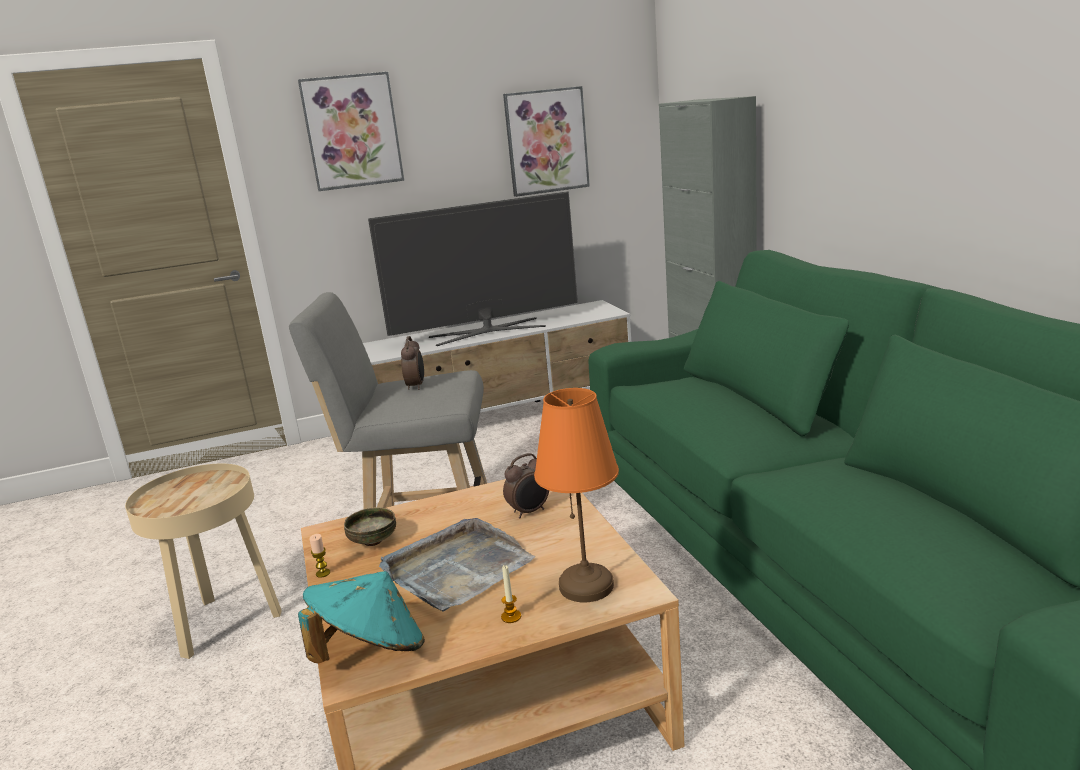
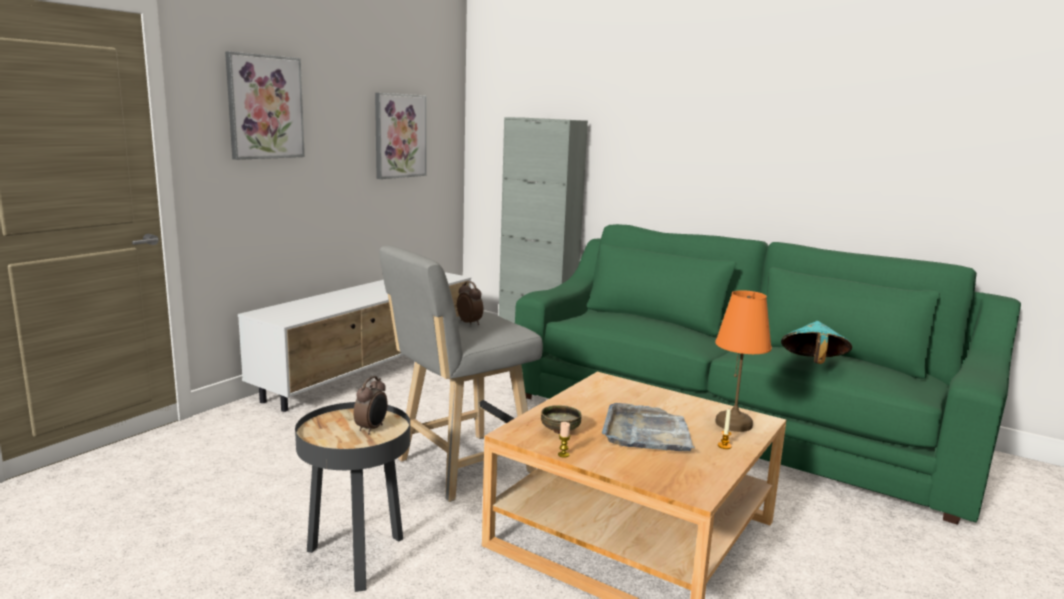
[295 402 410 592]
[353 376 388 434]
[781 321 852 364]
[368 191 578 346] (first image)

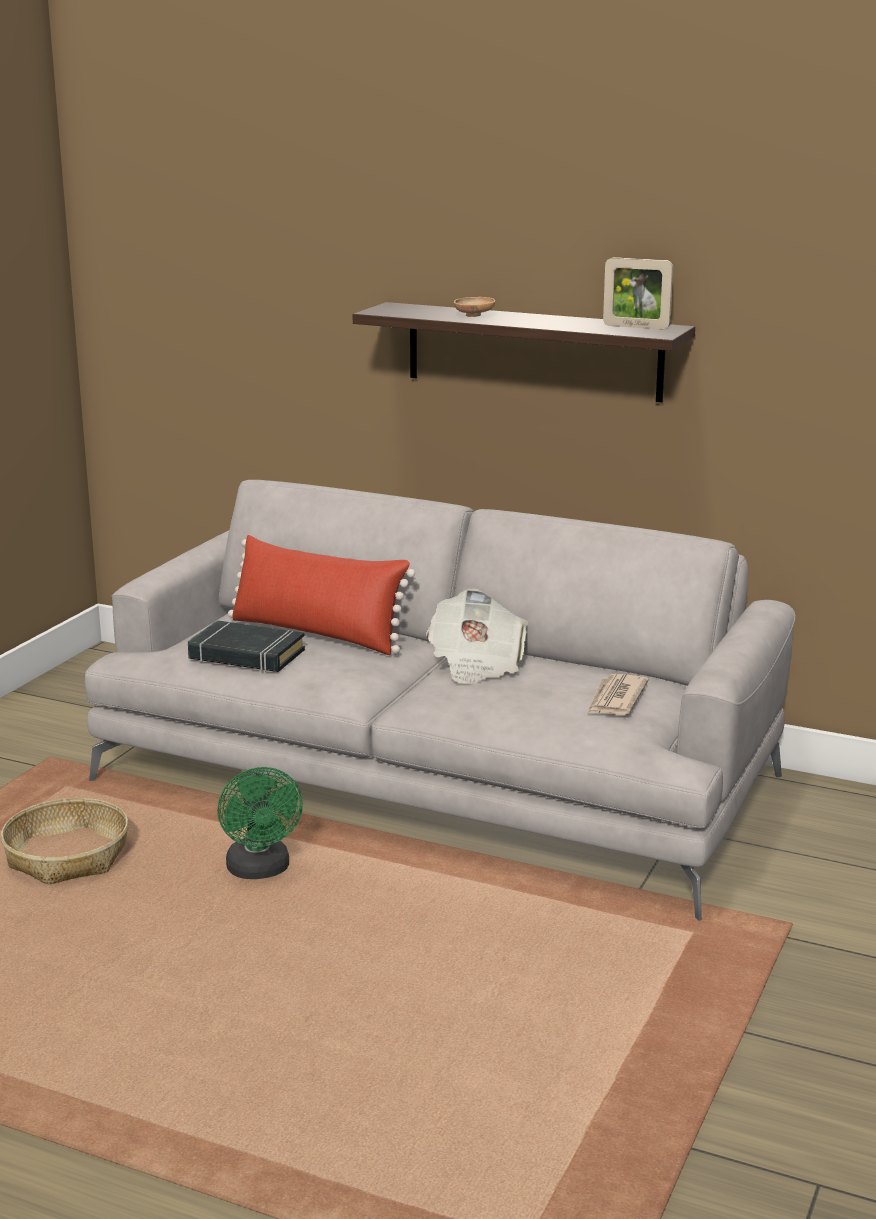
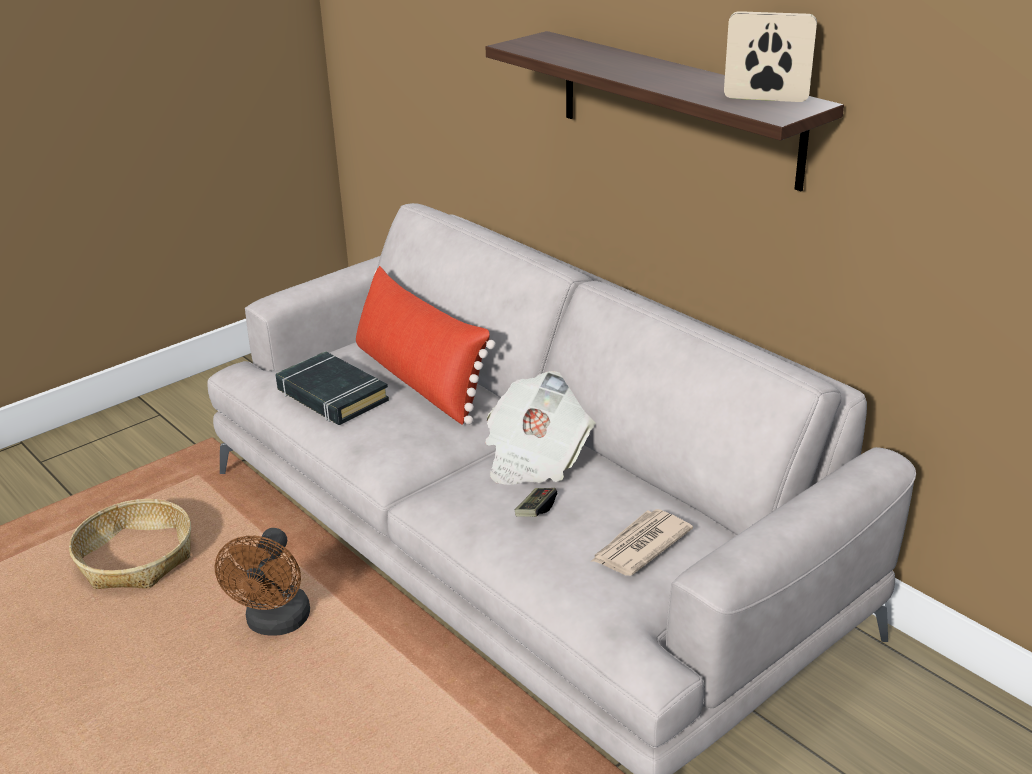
[214 528 310 636]
[515 488 557 517]
[724 11 817 102]
[454 297 496 317] (first image)

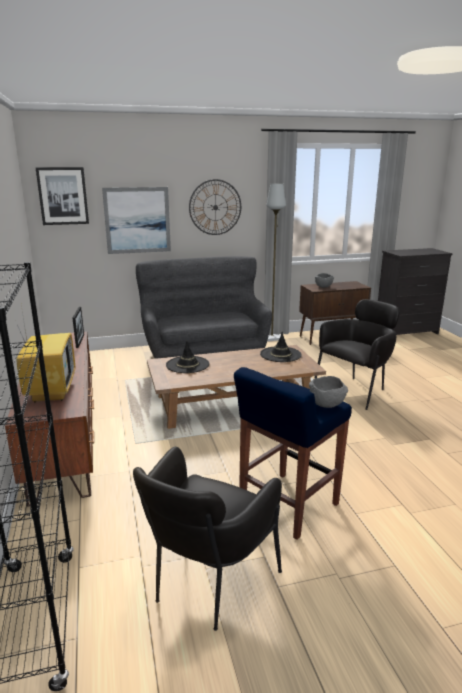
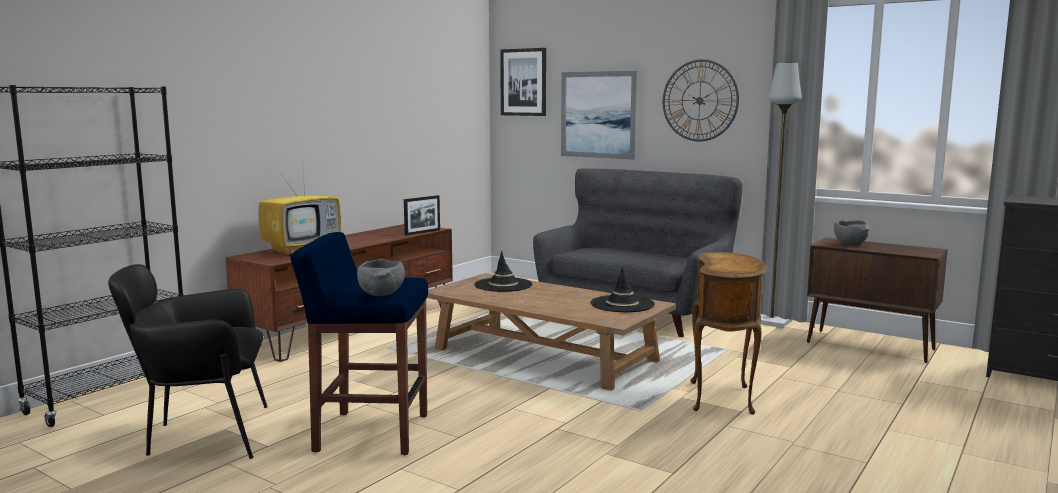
[690 252 767 414]

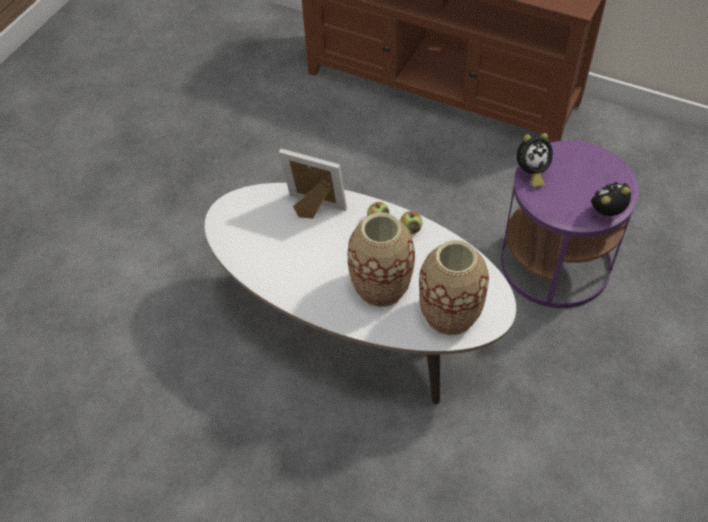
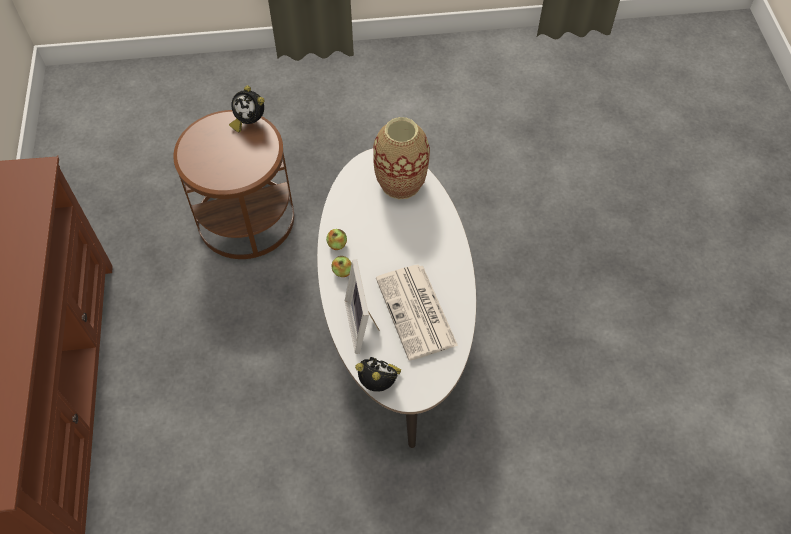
[173 110 294 259]
[355 357 401 392]
[376 265 458 361]
[348 212 415 307] (first image)

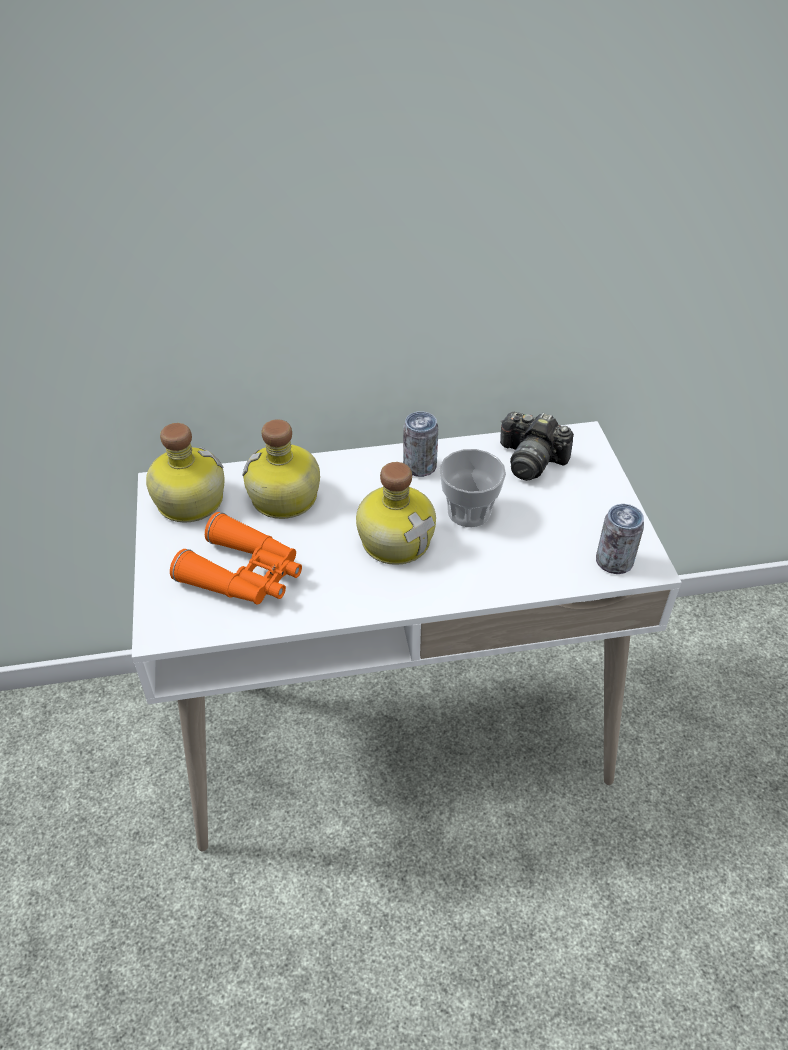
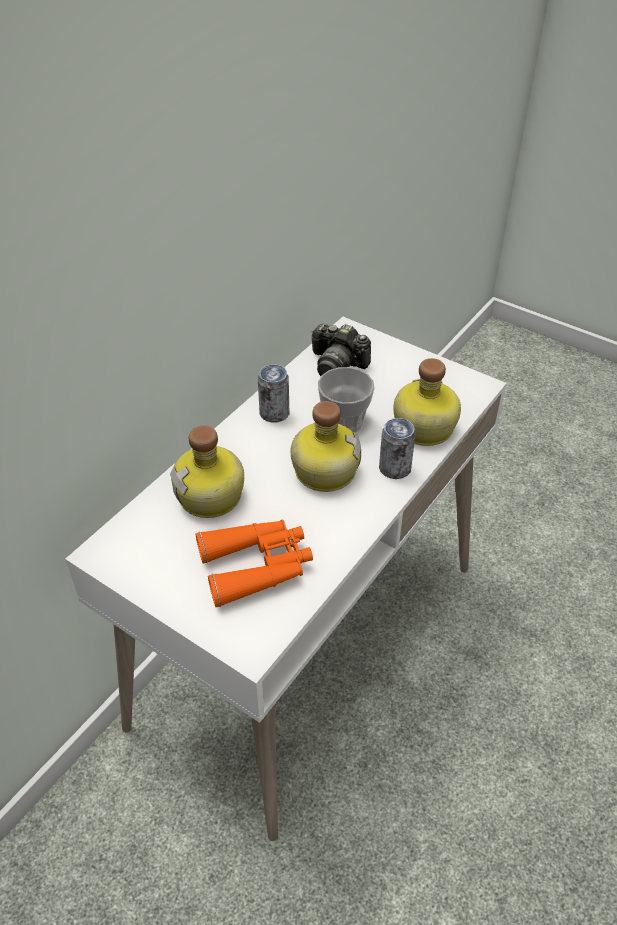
[311 323 371 376]
[379 418 416 479]
[393 358 461 446]

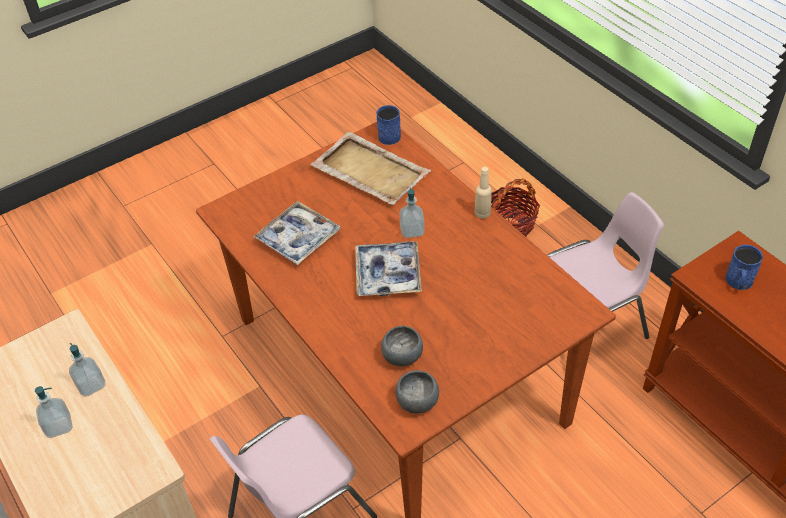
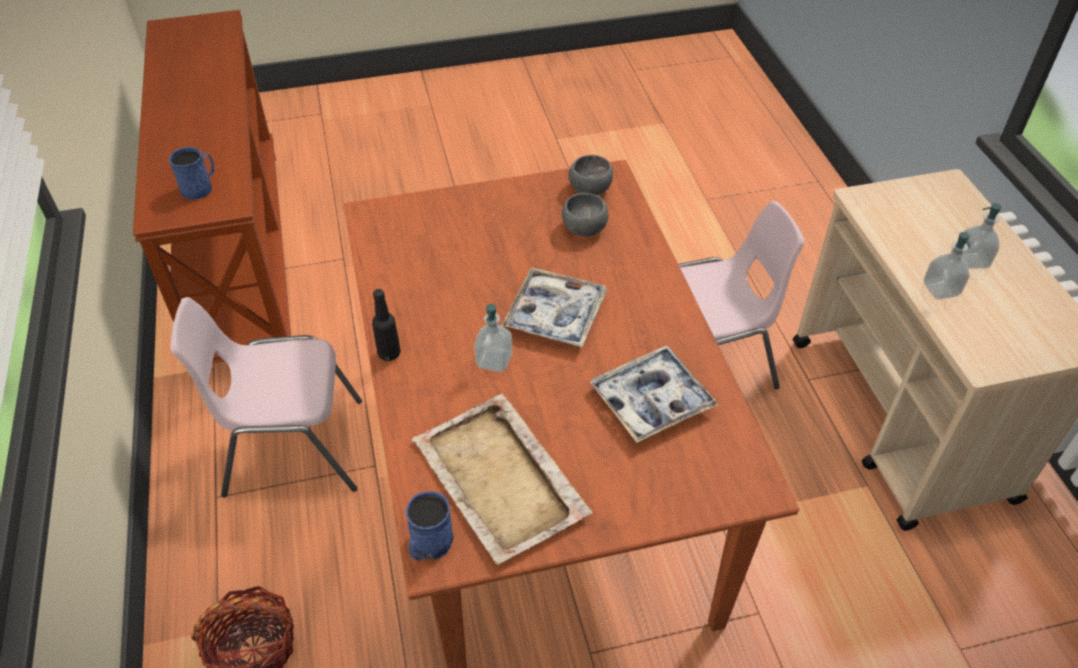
[372 289 401 361]

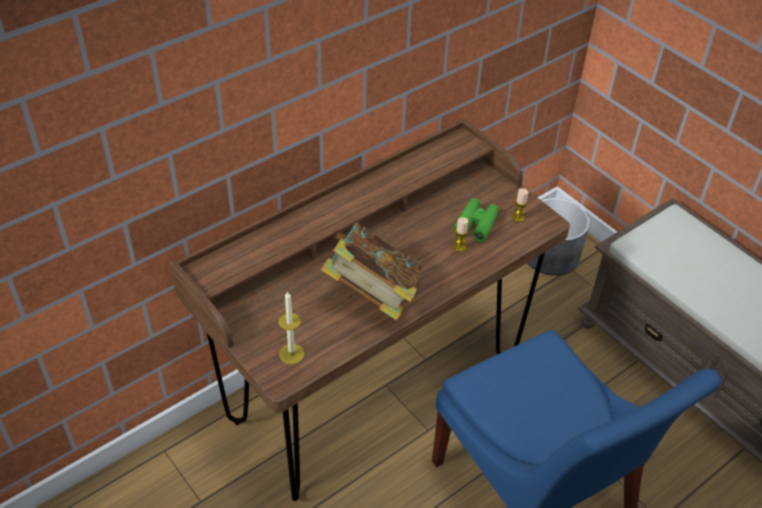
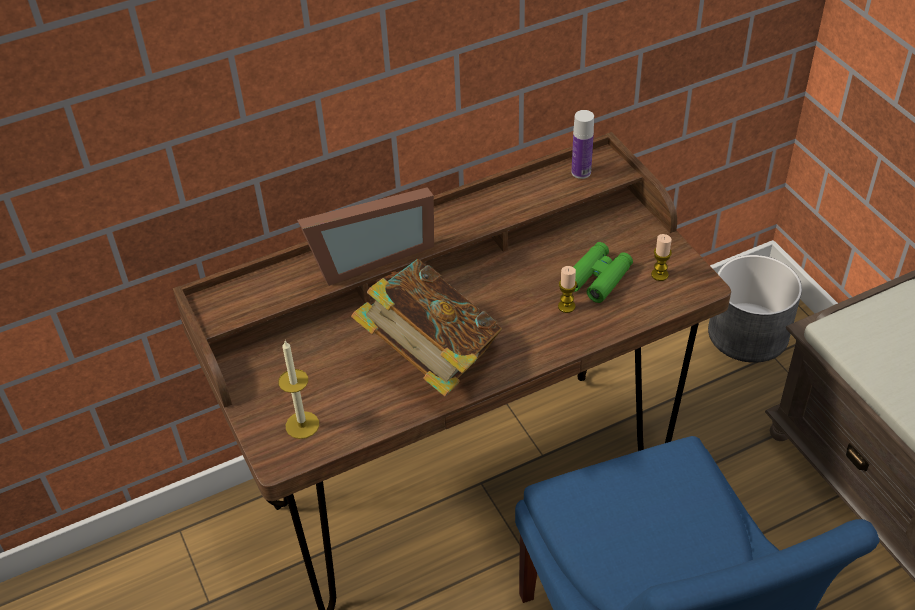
[297 187 434 286]
[572 110 594 179]

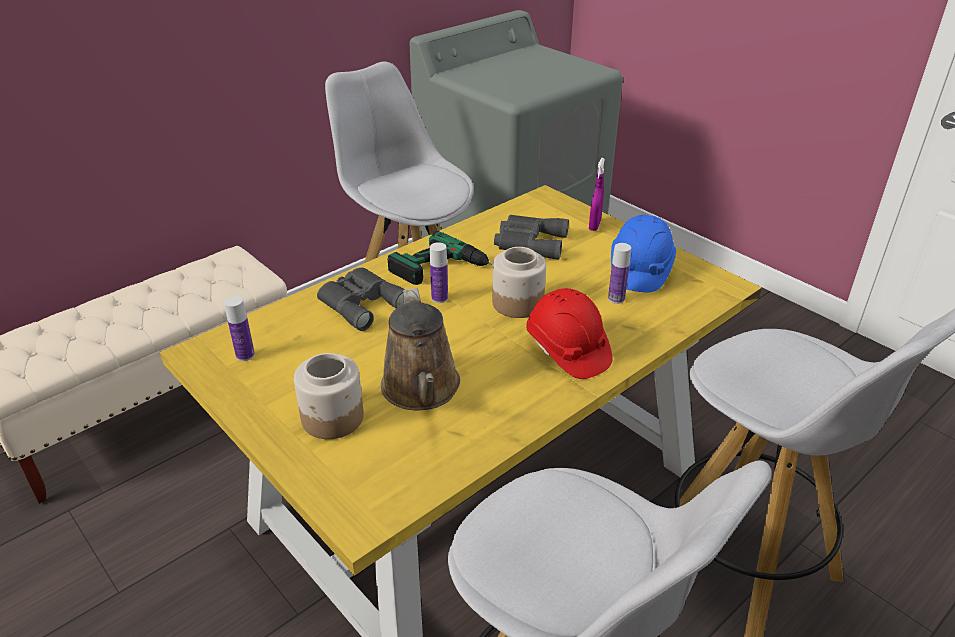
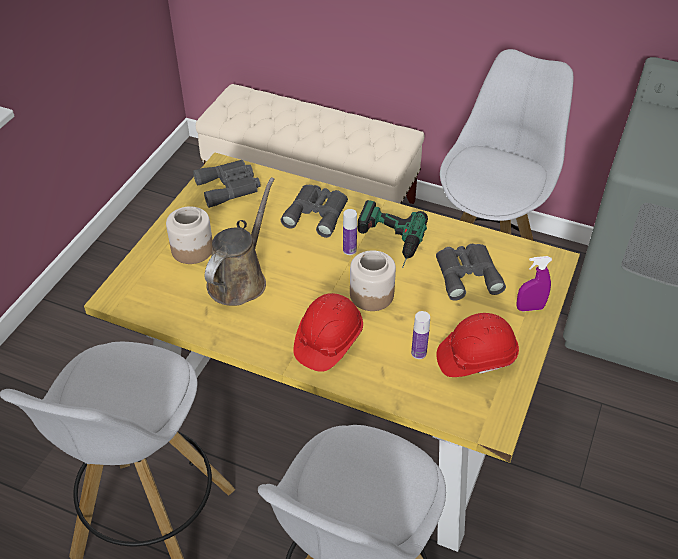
[193 160 261 208]
[205 177 274 306]
[436 313 519 377]

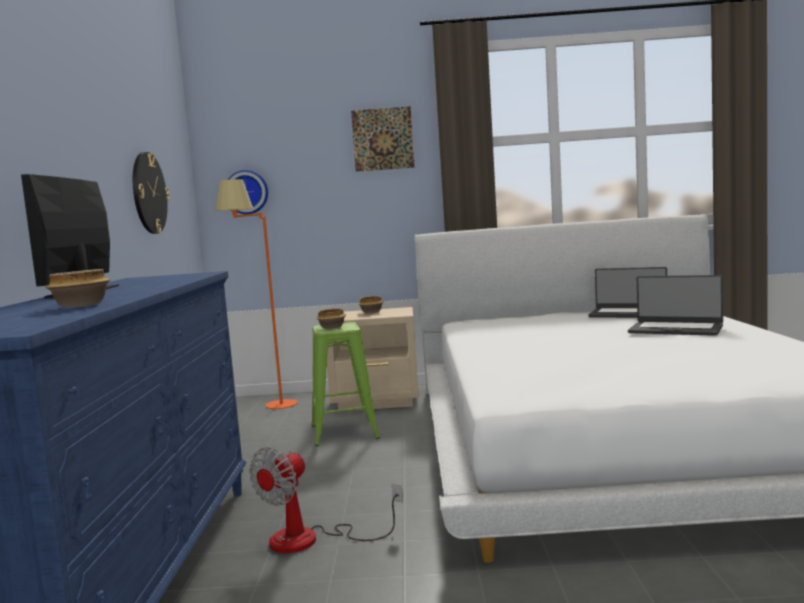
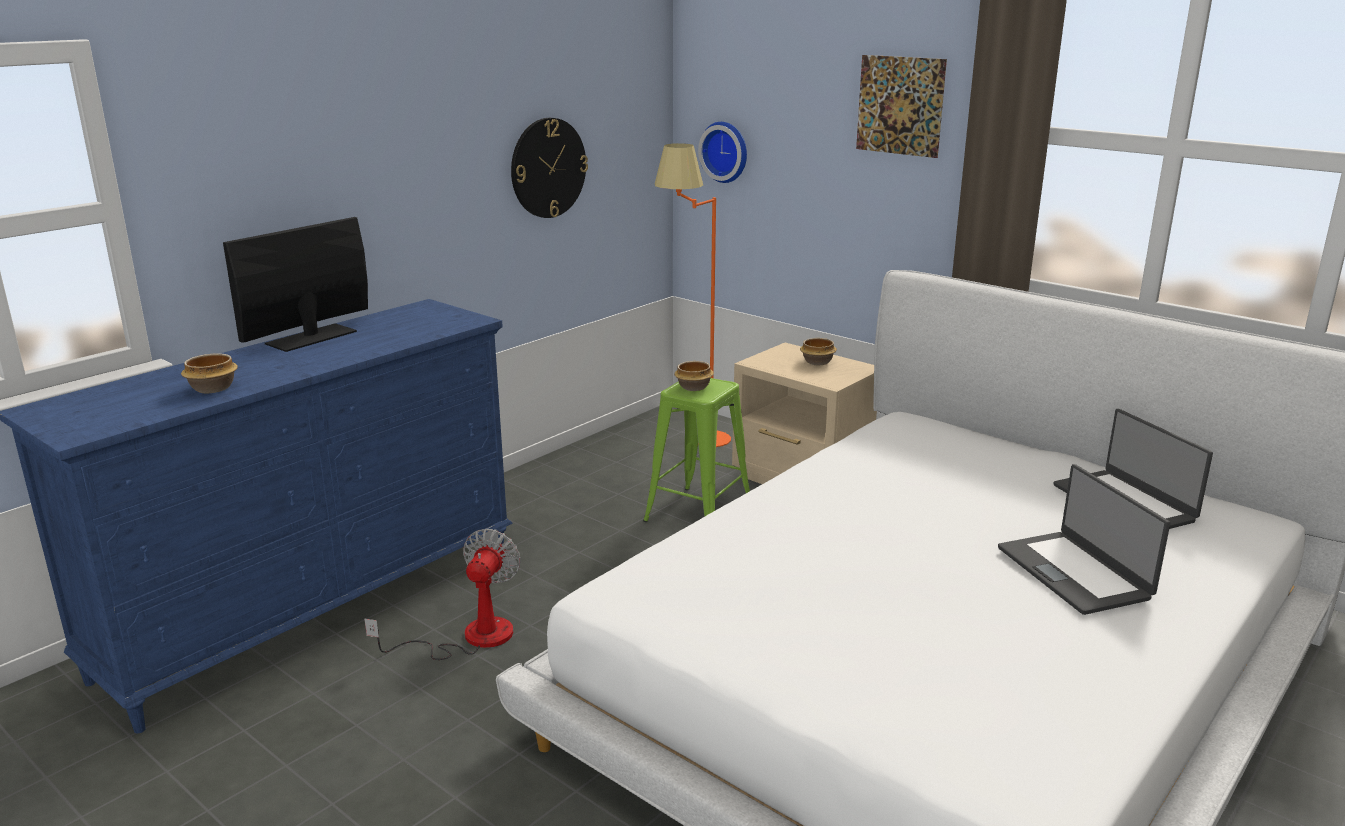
[364 529 521 660]

